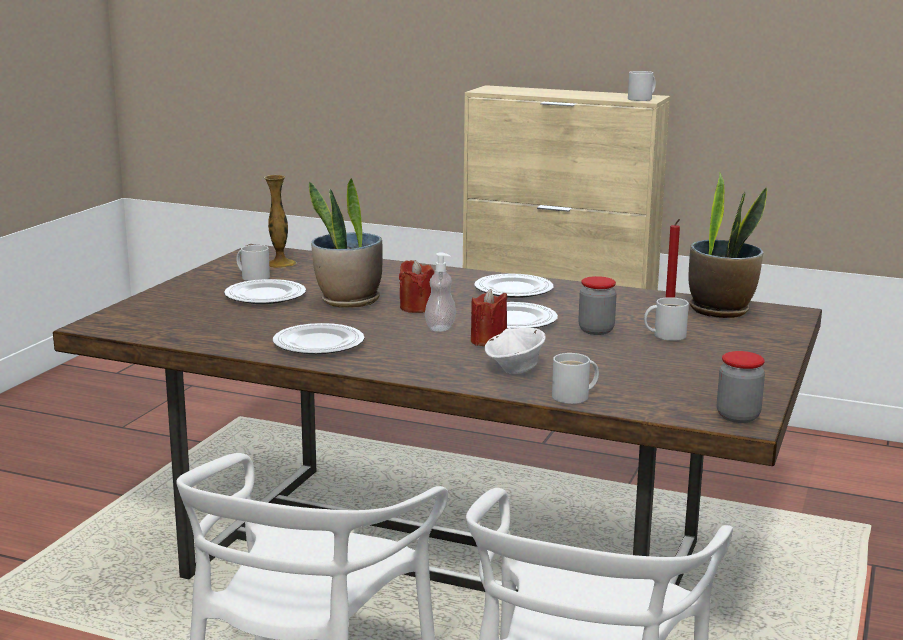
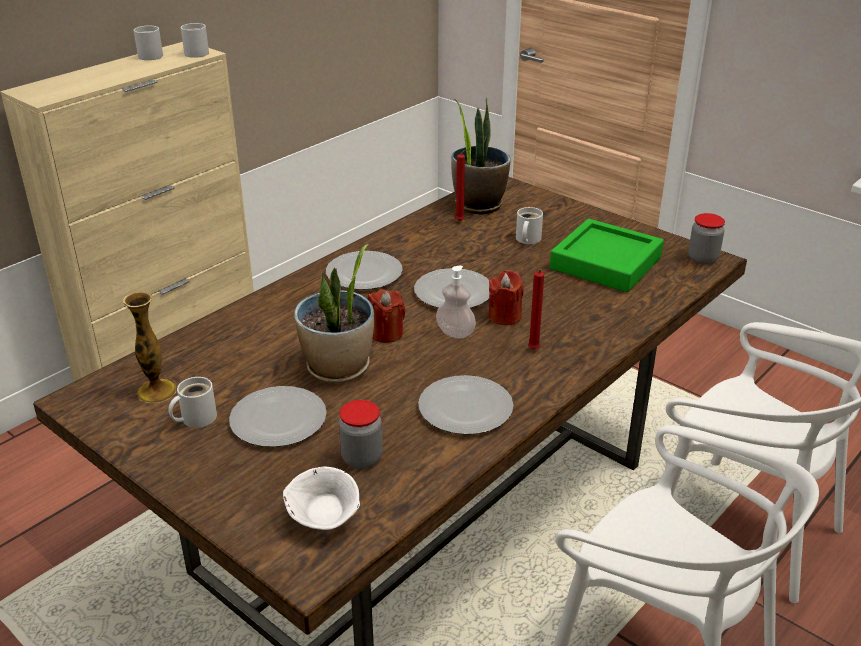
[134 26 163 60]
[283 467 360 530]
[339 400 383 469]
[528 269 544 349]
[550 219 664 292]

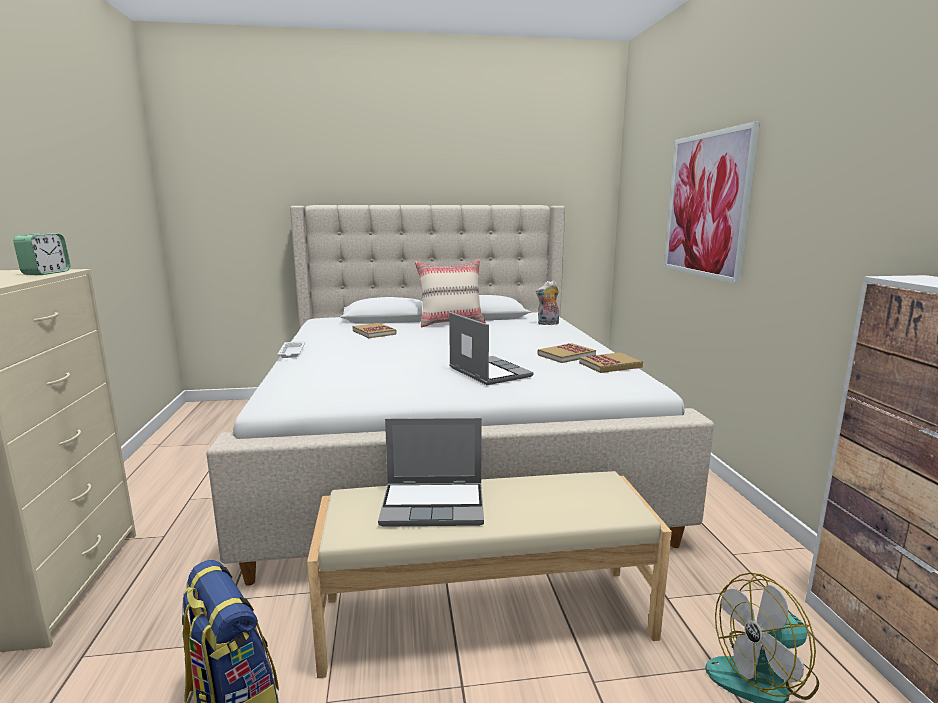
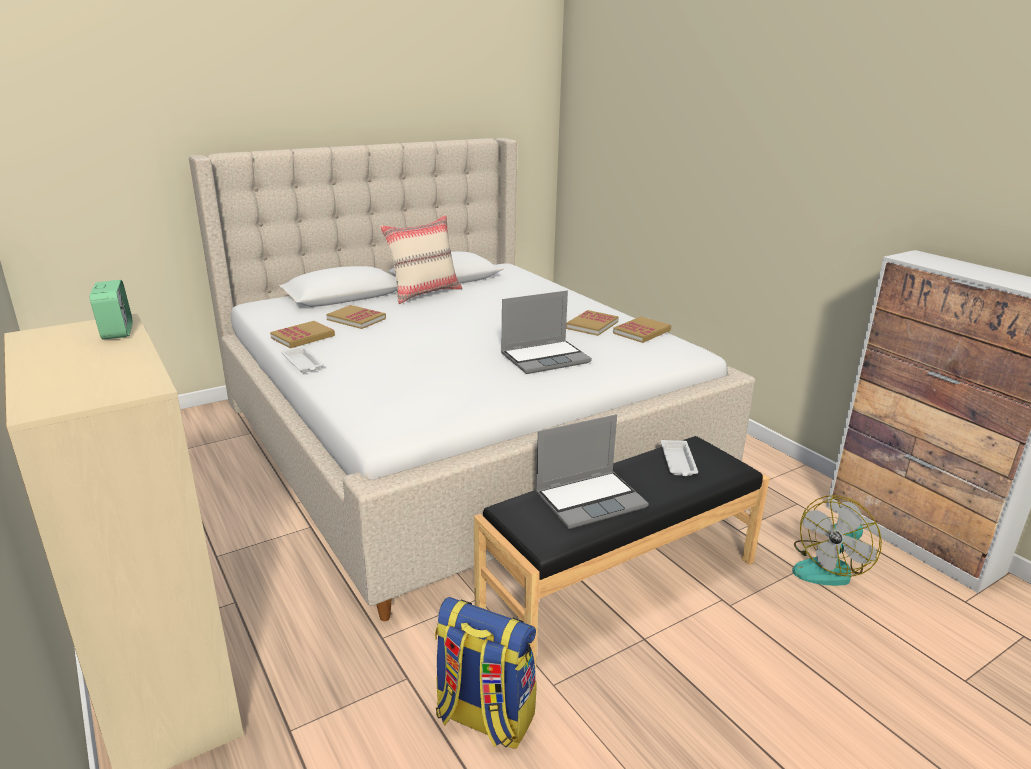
[270 321 335 348]
[474 436 770 669]
[501 290 592 374]
[661 440 698 476]
[536 280 559 325] (first image)
[664 121 760 284] (first image)

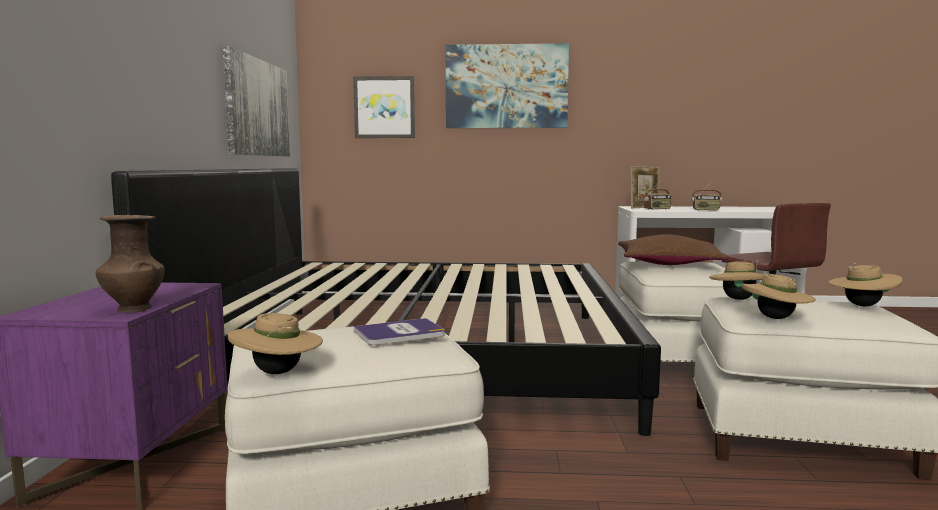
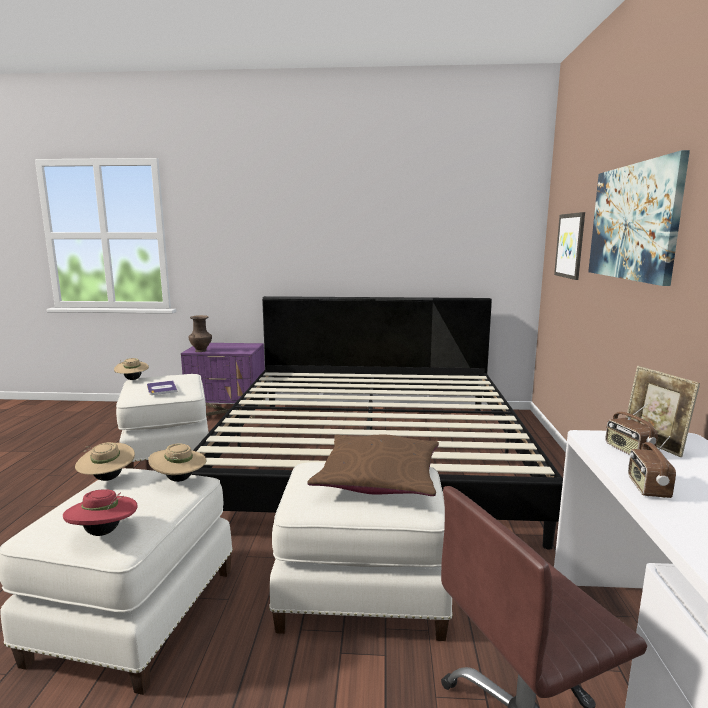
[63 489 138 536]
[223 46 290 156] (first image)

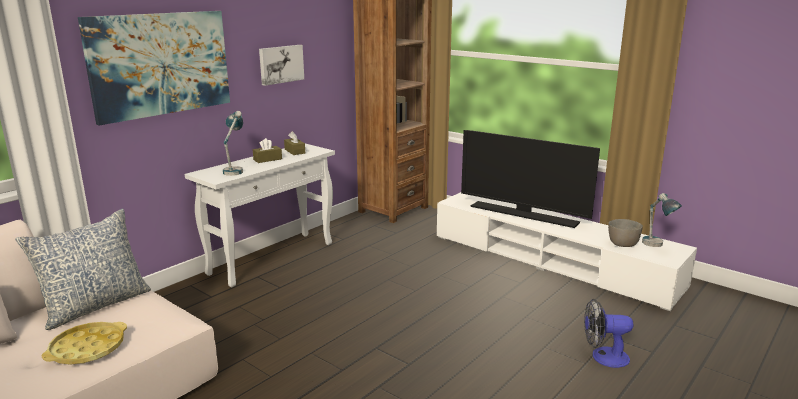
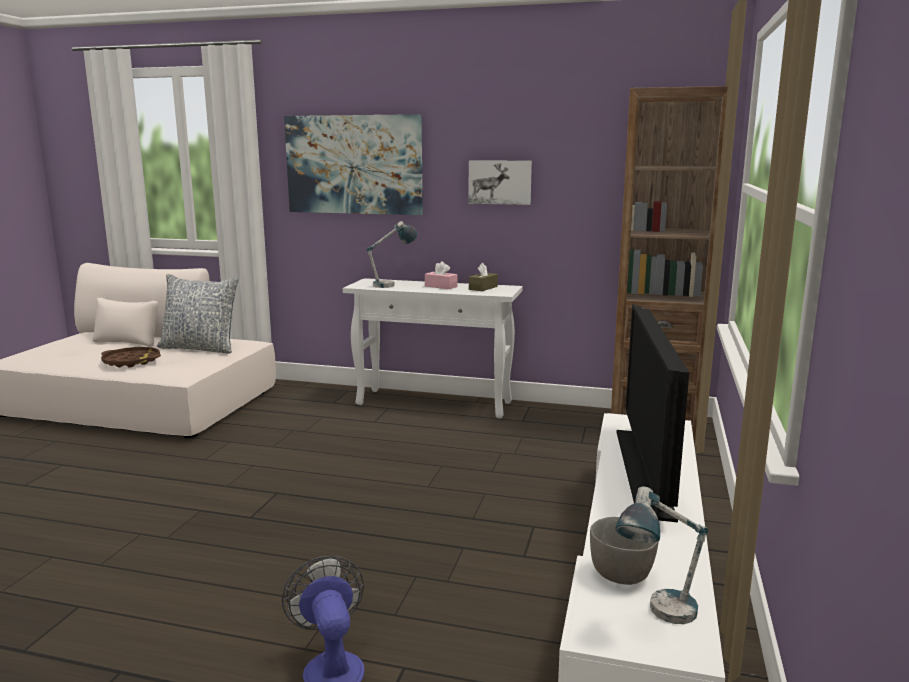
[101 347 161 368]
[425 261 458 289]

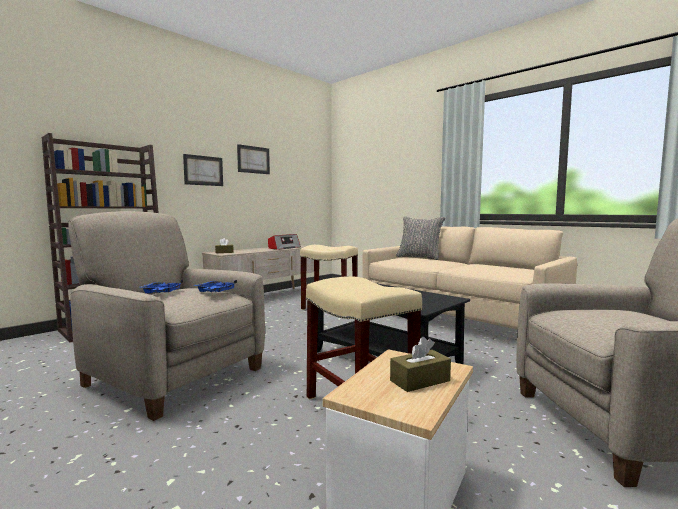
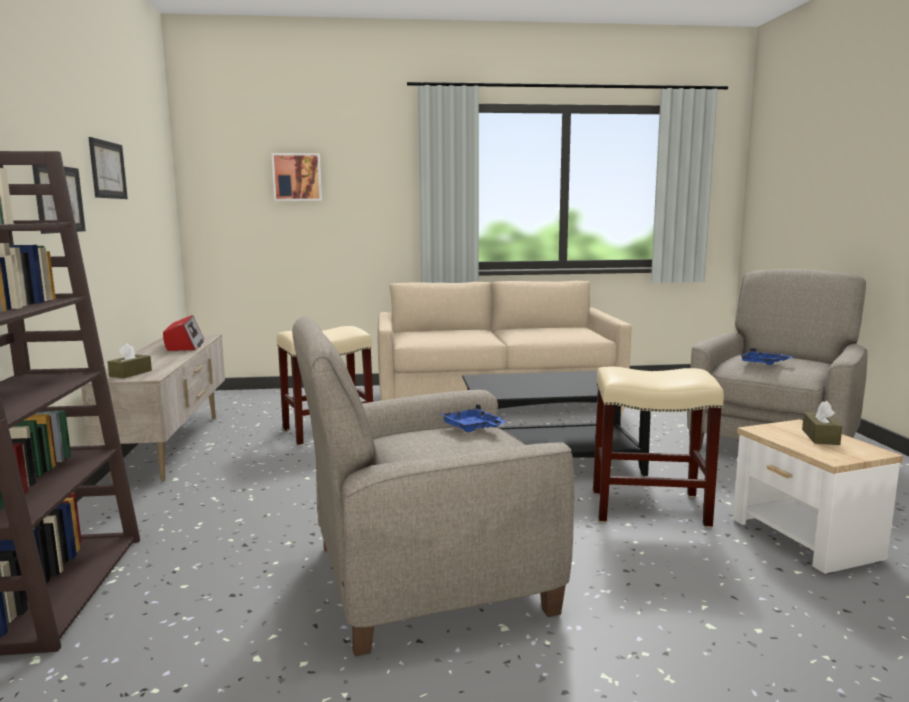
[271 153 322 201]
[739 348 794 365]
[396 217 446 260] (first image)

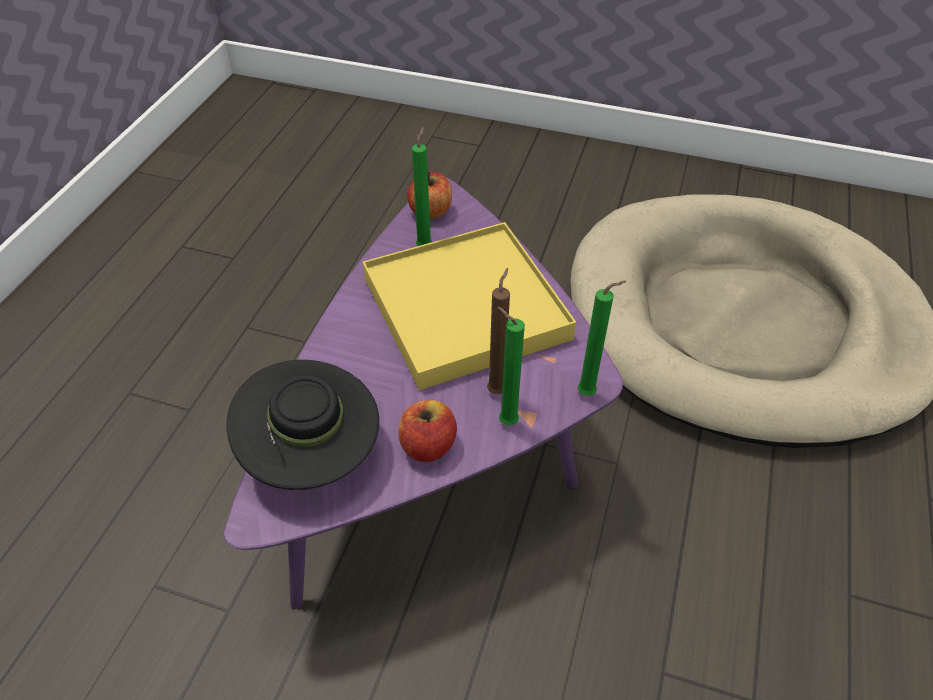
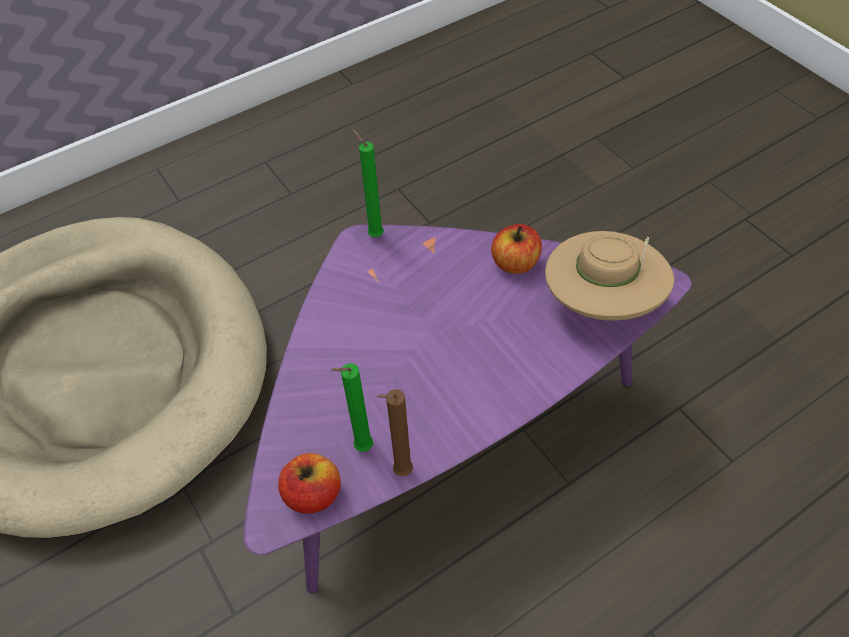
[377 389 413 476]
[545 231 674 321]
[363 222 576 390] (first image)
[498 307 525 425] (first image)

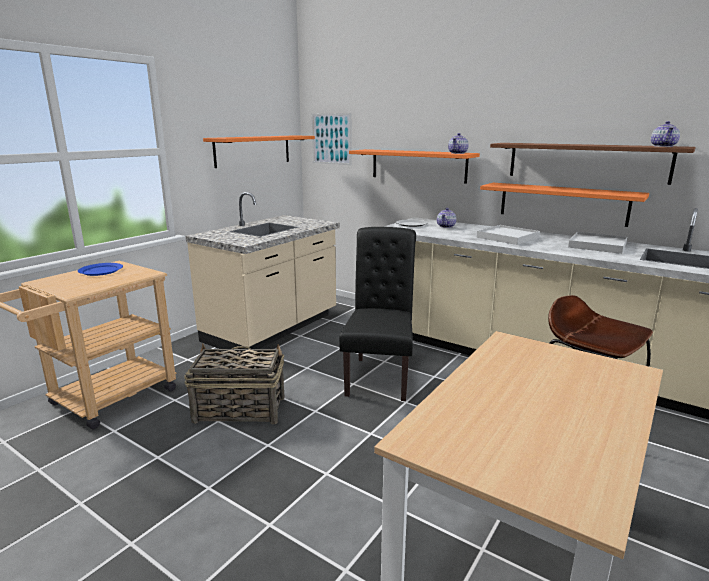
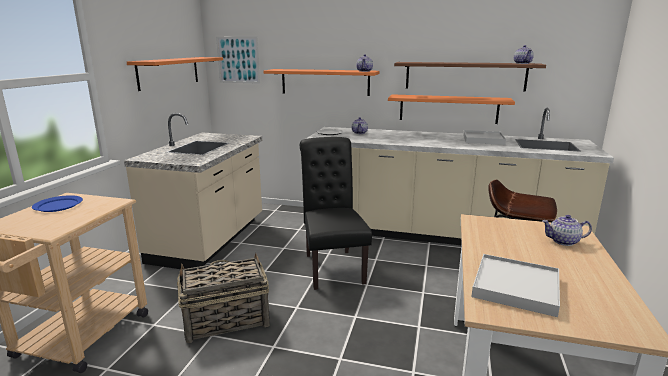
[471 254 560 317]
[542 215 592 246]

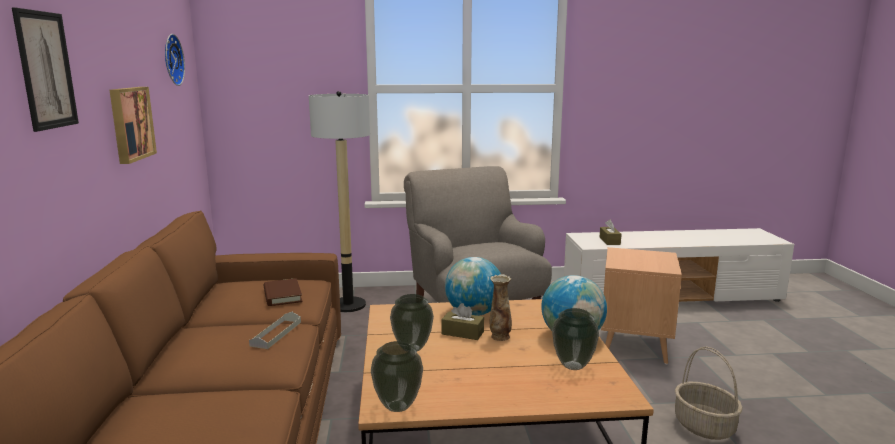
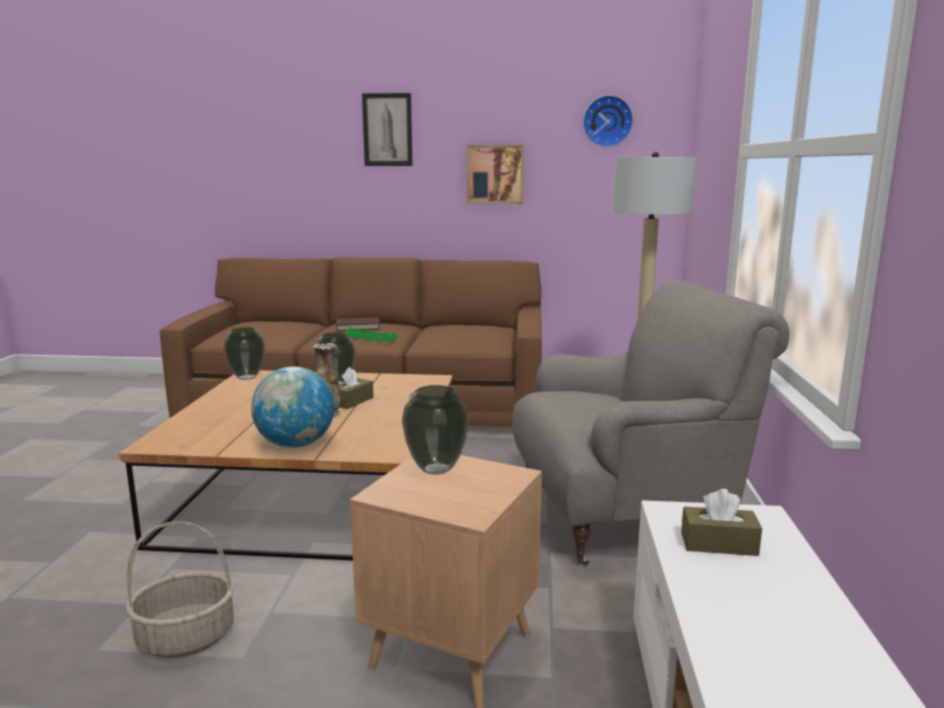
[336 317 380 331]
[346 327 397 343]
[402 385 469 475]
[445 257 501 316] (first image)

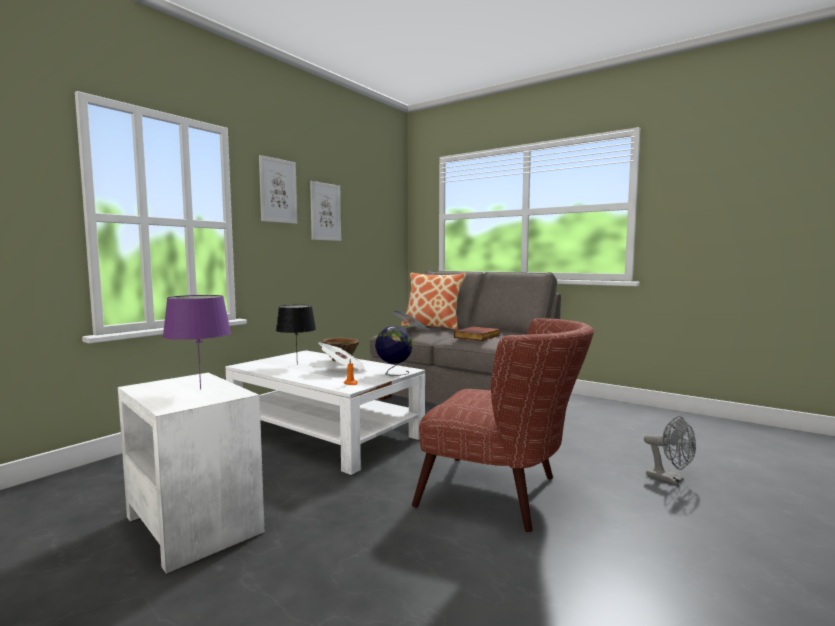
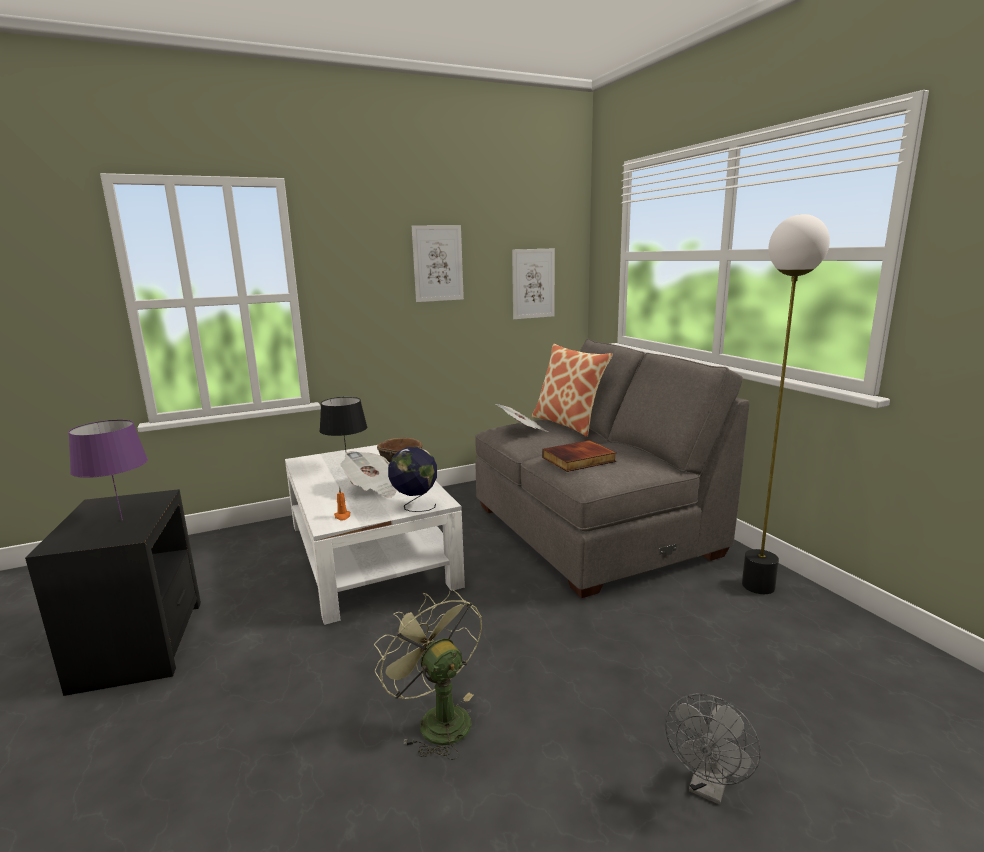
[25 489 201 696]
[374 589 482 760]
[512 248 555 319]
[665 693 761 805]
[742 214 830 594]

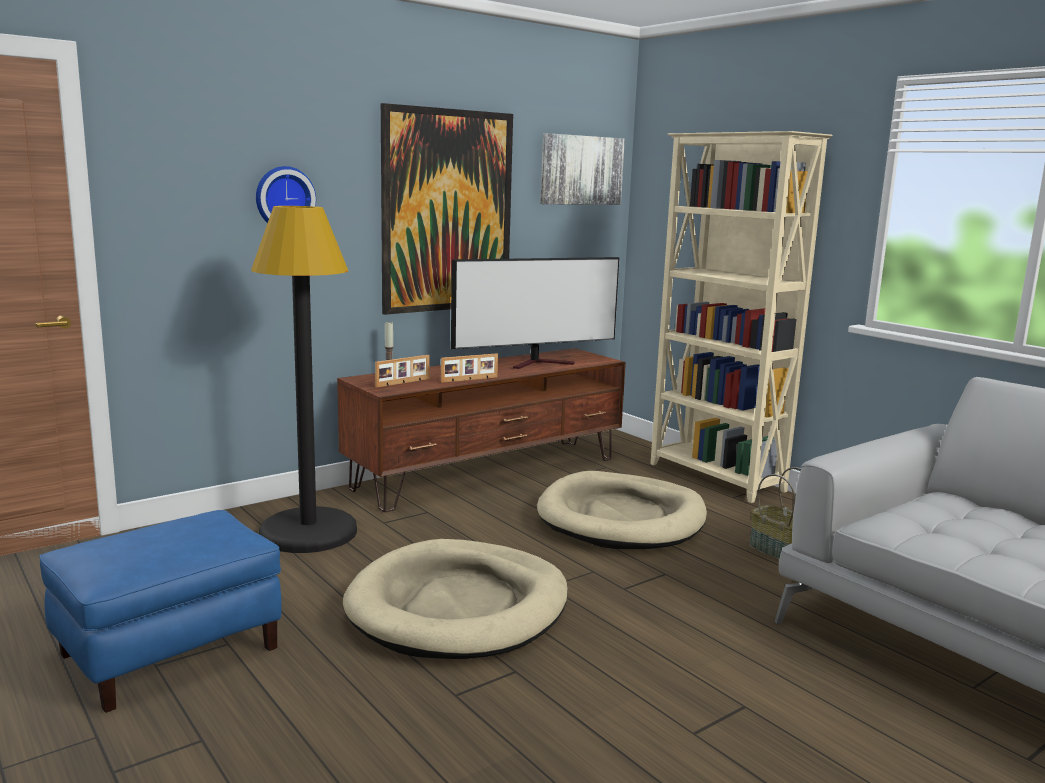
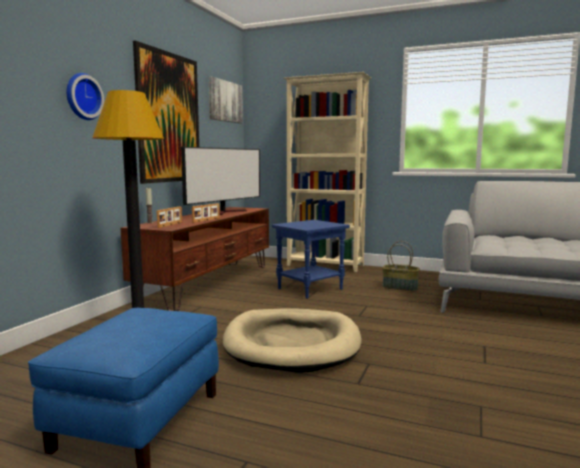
[272 220 350 299]

